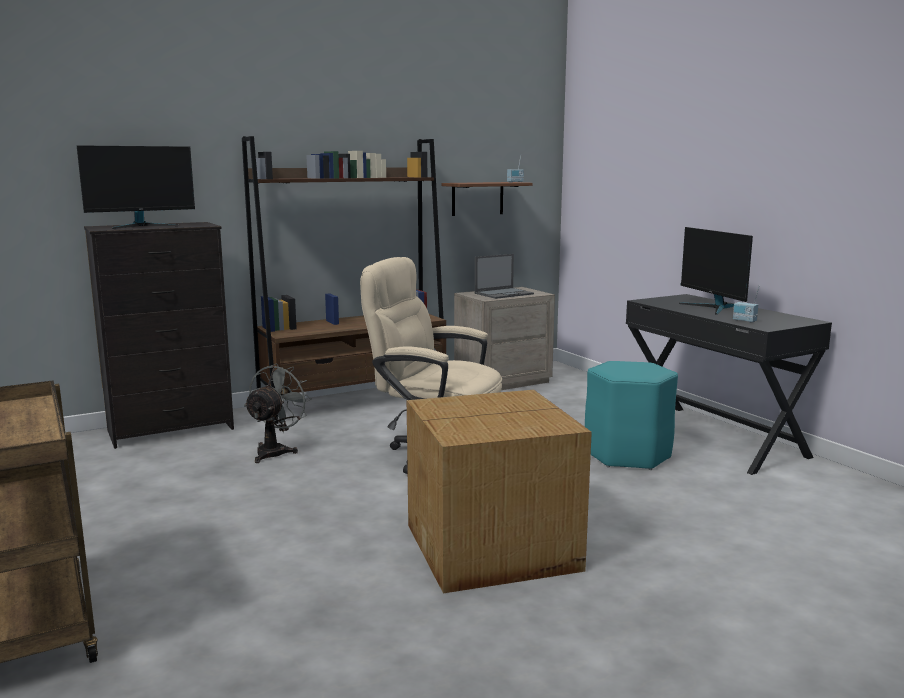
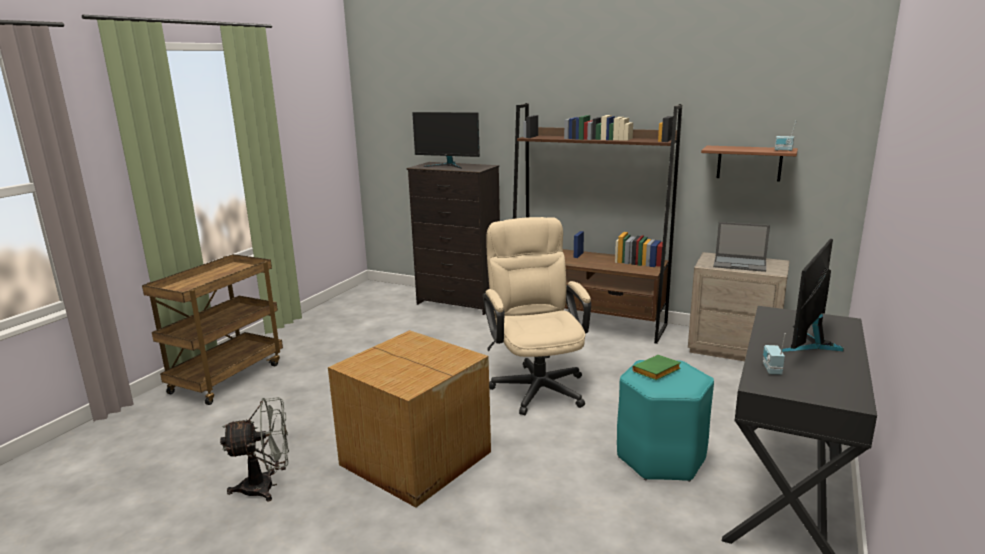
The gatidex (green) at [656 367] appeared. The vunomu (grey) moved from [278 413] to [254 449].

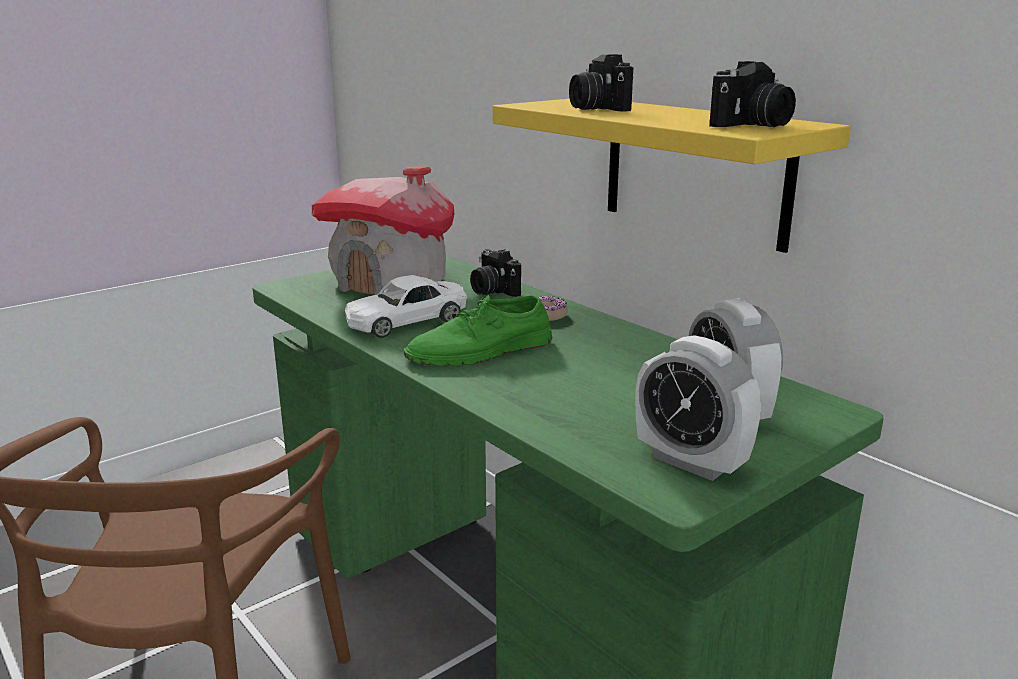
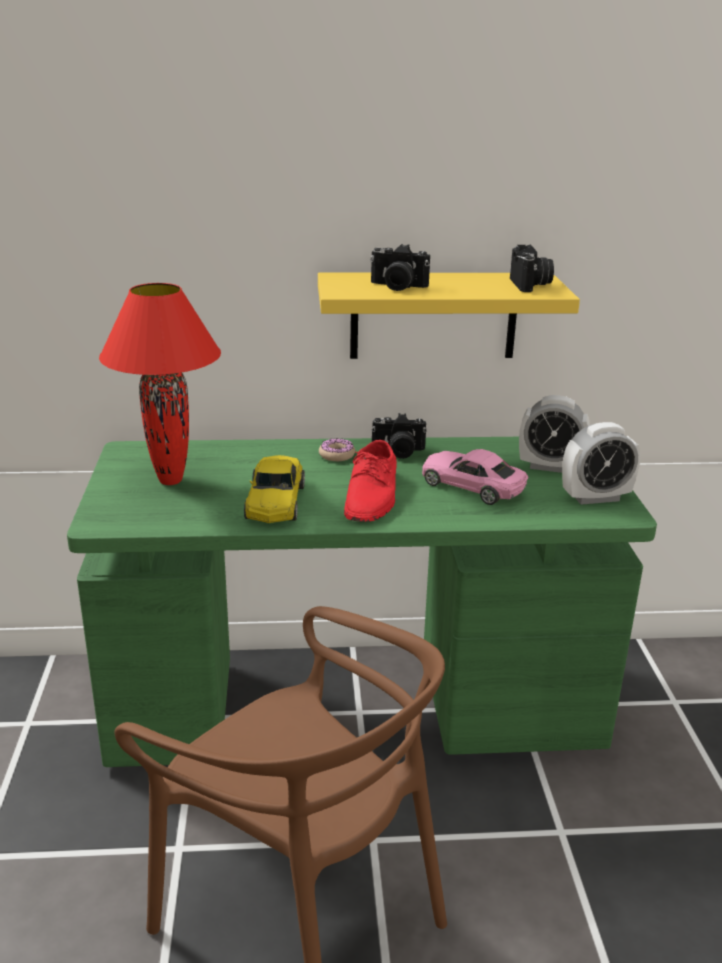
The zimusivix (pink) at [475 477] appeared. The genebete moved from [495 273] to [399 436]. The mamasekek at [383 230] was replaced by the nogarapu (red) at [160 384]. The zimusivix (white) at [406 306] became the zimusivix (yellow) at [274 489]. The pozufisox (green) at [478 330] became the pozufisox (red) at [370 481].

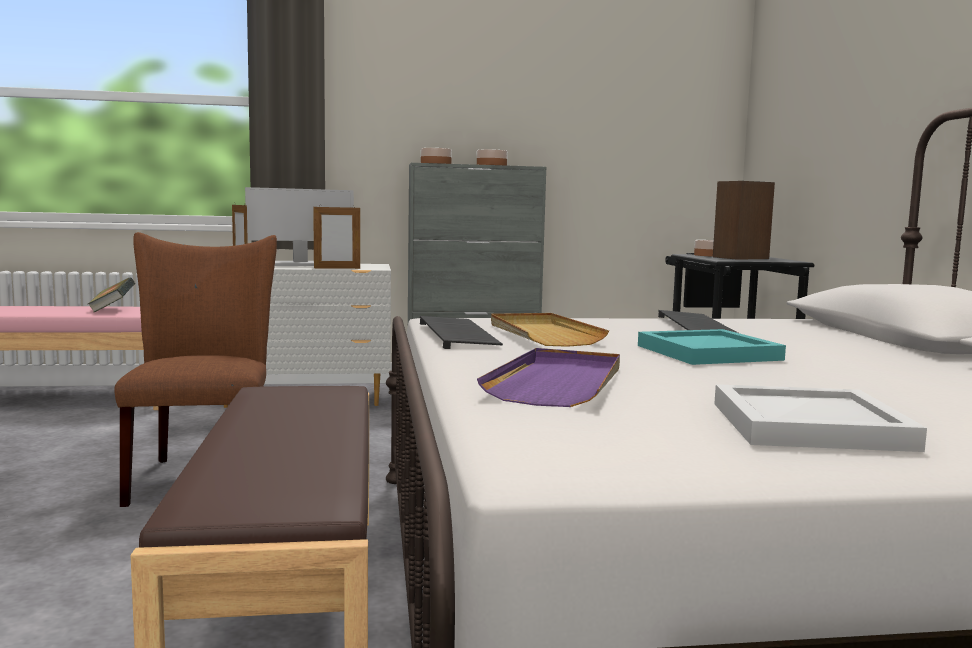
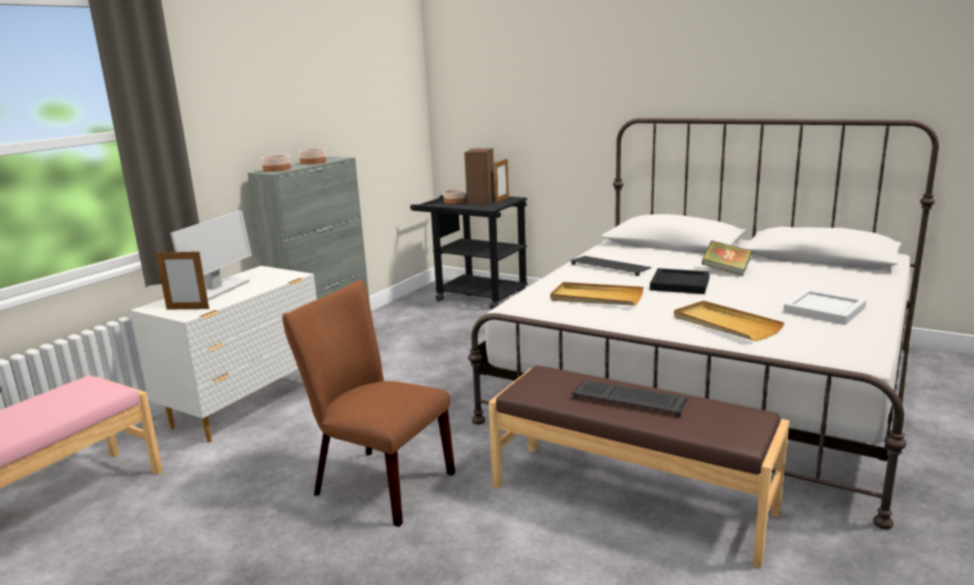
The gatidex moved from [111 295] to [727 258]. The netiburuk moved from [336 237] to [501 180]. The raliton moved from [461 332] to [630 399]. The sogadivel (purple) at [548 377] became the sogadivel (beige) at [729 321]. The sogadivel (turquoise) at [712 347] became the sogadivel (black) at [680 281].

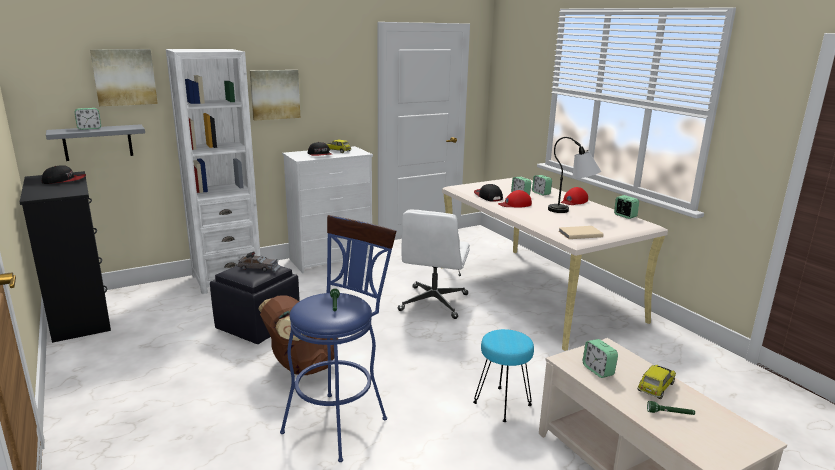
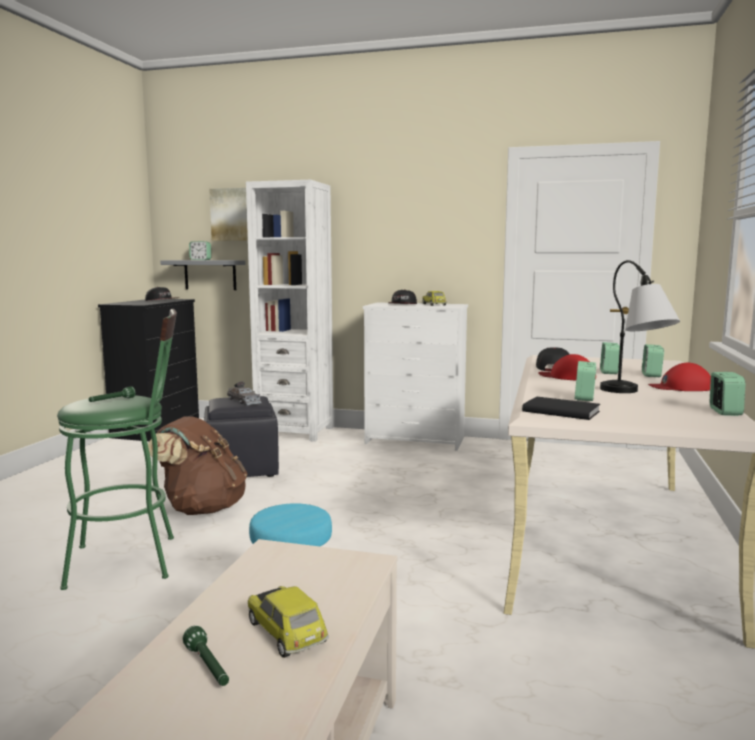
The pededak at [275 95] disappeared. The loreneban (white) at [434 264] disappeared. The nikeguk moved from [600 358] to [585 381]. The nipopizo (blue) at [338 338] became the nipopizo (green) at [117 449]. The gatidex (beige) at [580 232] became the gatidex (black) at [561 408]. The zimusivix at [656 382] turned 120 degrees counterclockwise.

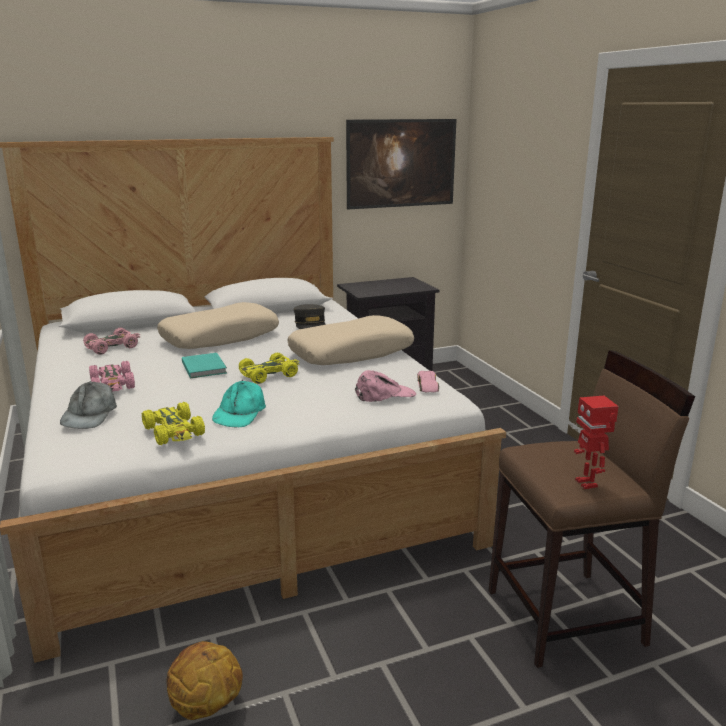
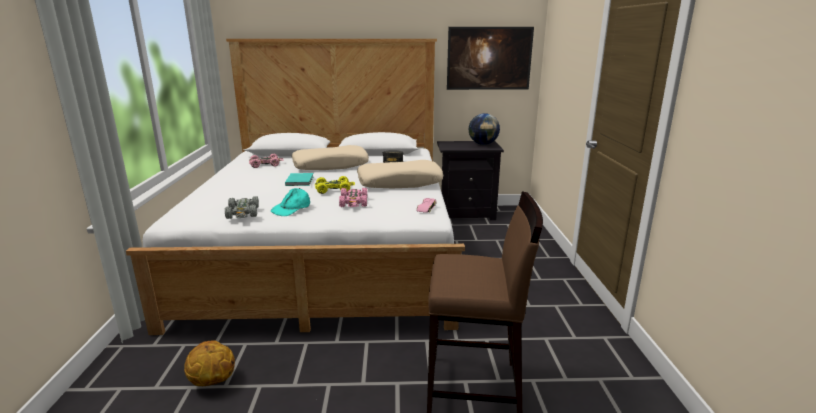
The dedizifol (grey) at [88 405] disappeared. The dedizifol (pink) at [385 386] disappeared. The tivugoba at [596 442] disappeared. The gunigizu at [484 129] appeared. The zimusivix (pink) moved from [112 376] to [353 197]. The zimusivix (yellow) at [173 423] became the zimusivix (grey) at [242 207].

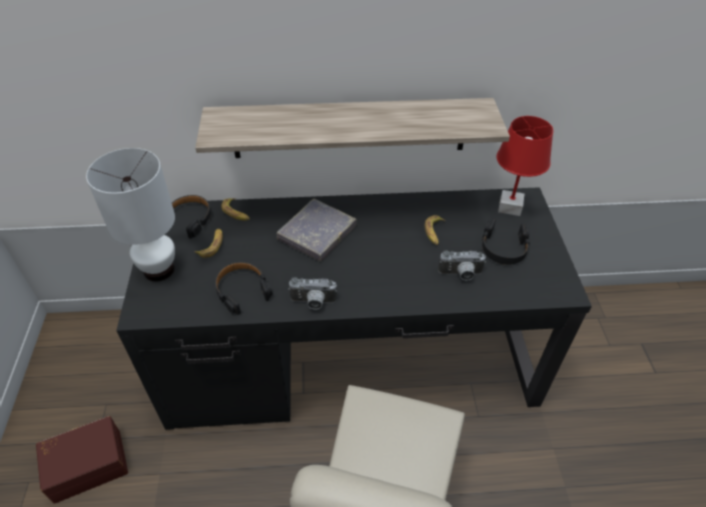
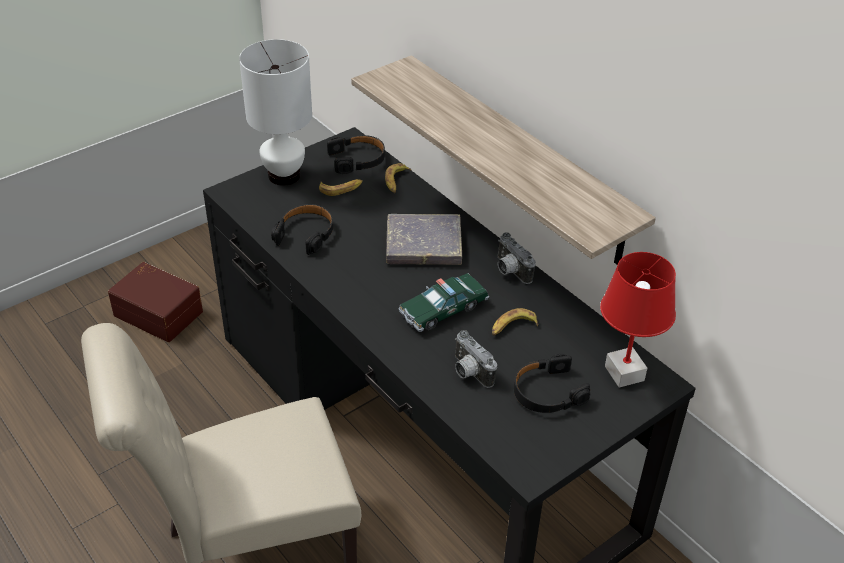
The zimusivix at [444 302] appeared. The genebete moved from [312 293] to [517 258].

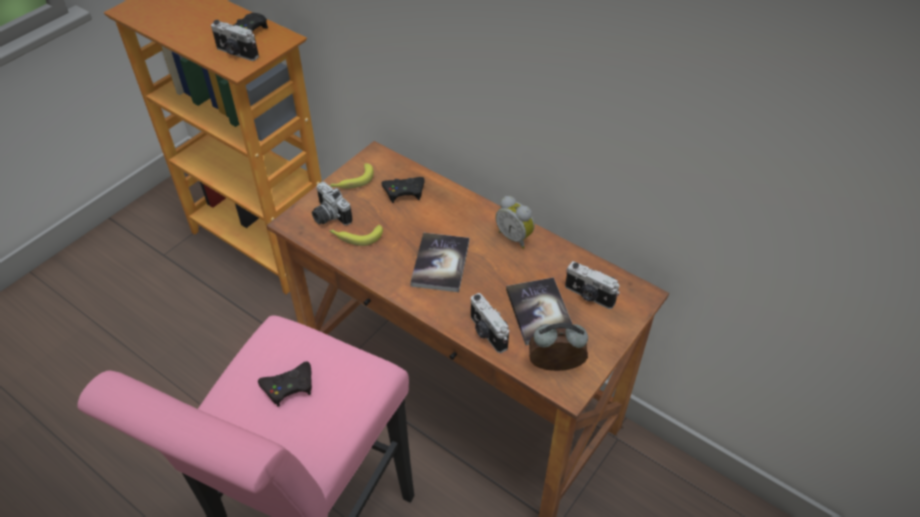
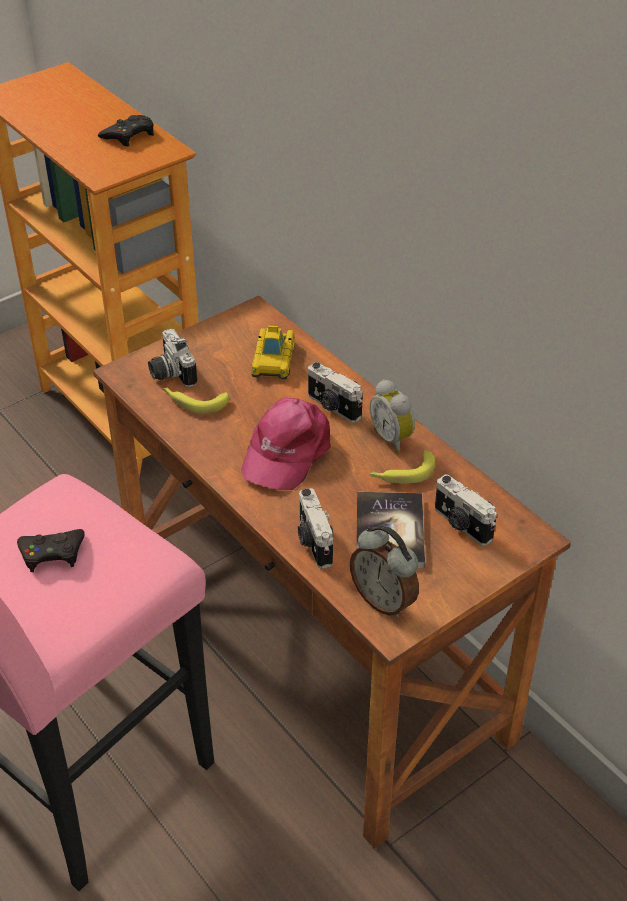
The genebete moved from [235 40] to [335 392]. The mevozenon moved from [352 176] to [402 467]. The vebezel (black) at [403 190] was replaced by the zimusivix at [273 352]. The gatidex at [439 262] was replaced by the dedizifol (pink) at [286 444]. The nikeguk at [558 347] turned 150 degrees counterclockwise.

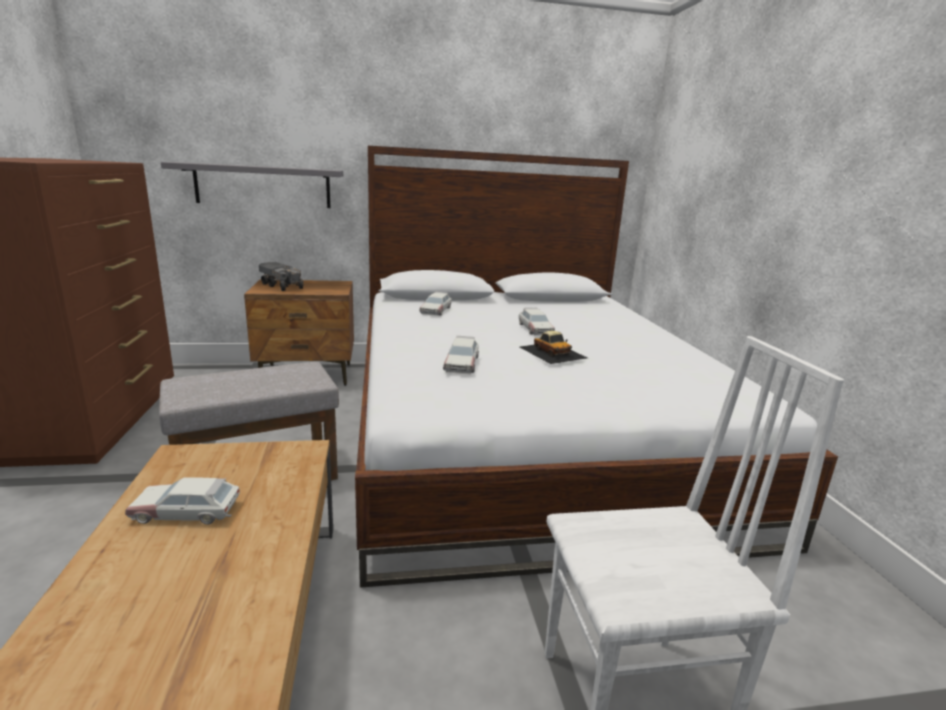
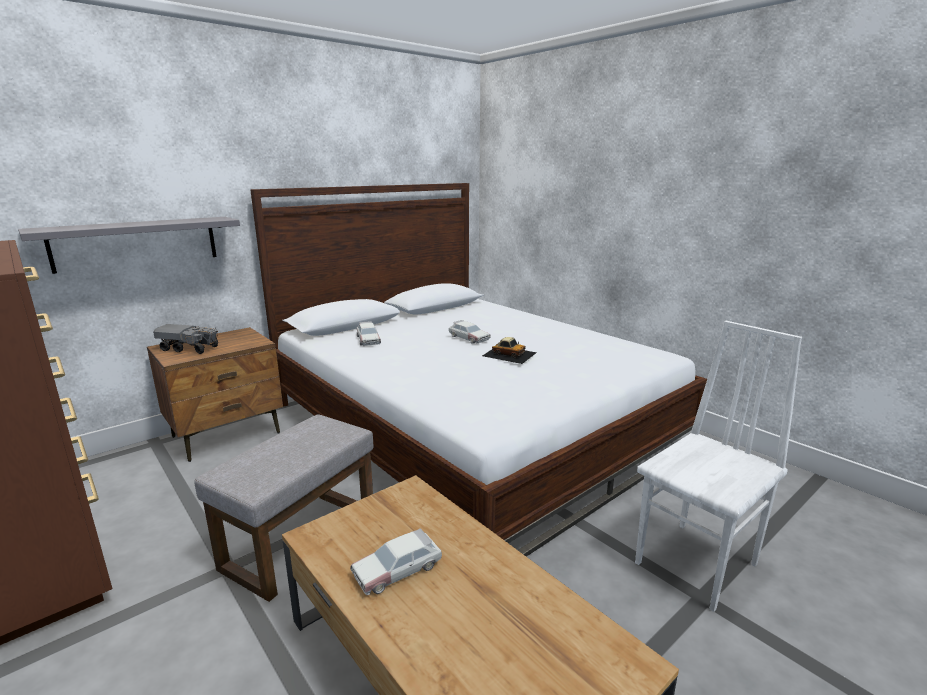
The zimusivix at [461 355] disappeared.

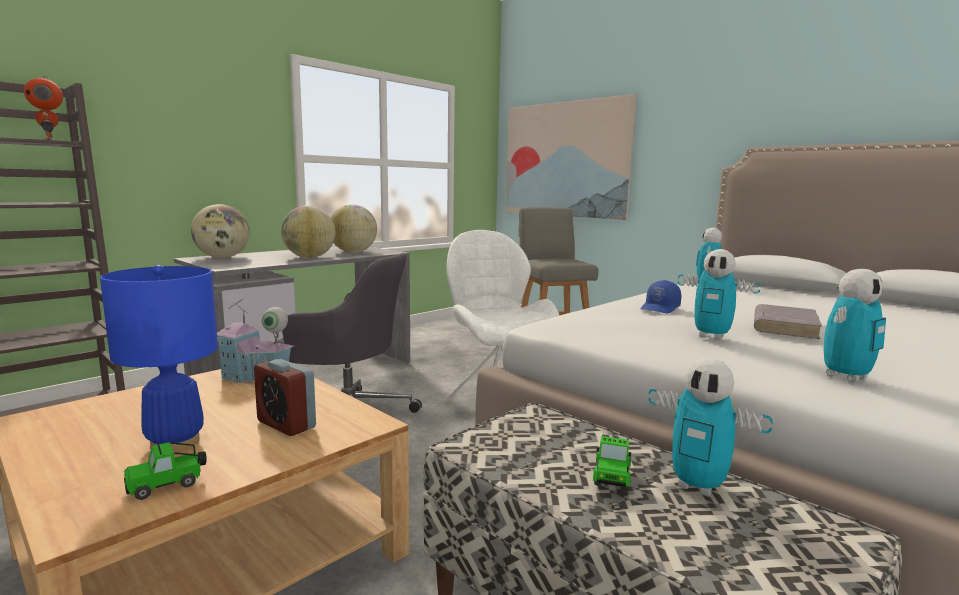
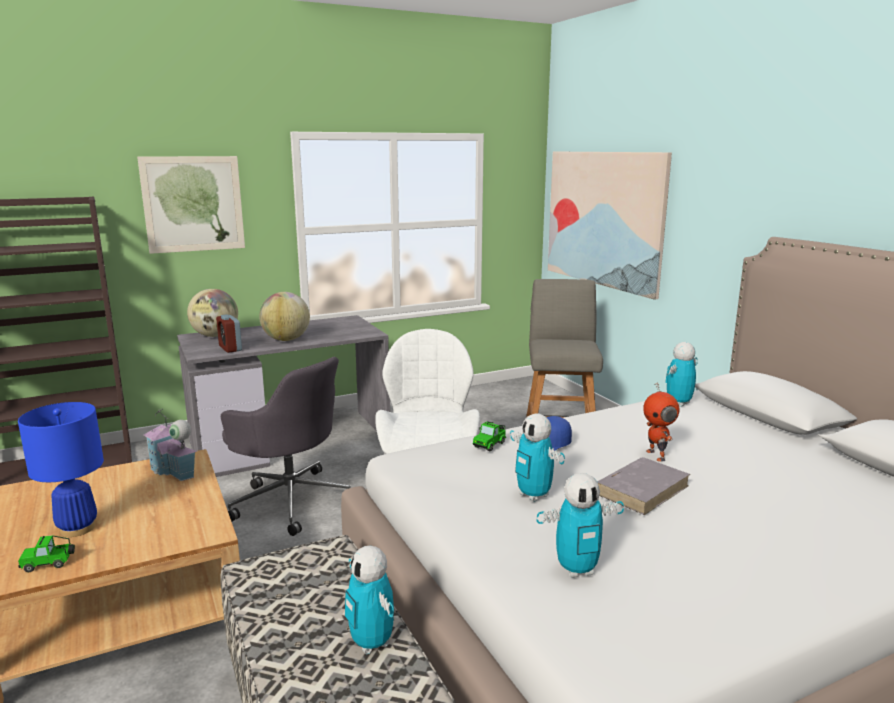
The gunigizu at [354 228] disappeared. The pededak at [191 205] appeared. The tivugoba moved from [43 108] to [661 422]. The nikeguk moved from [285 397] to [229 333]. The zimusivix moved from [612 462] to [489 436].

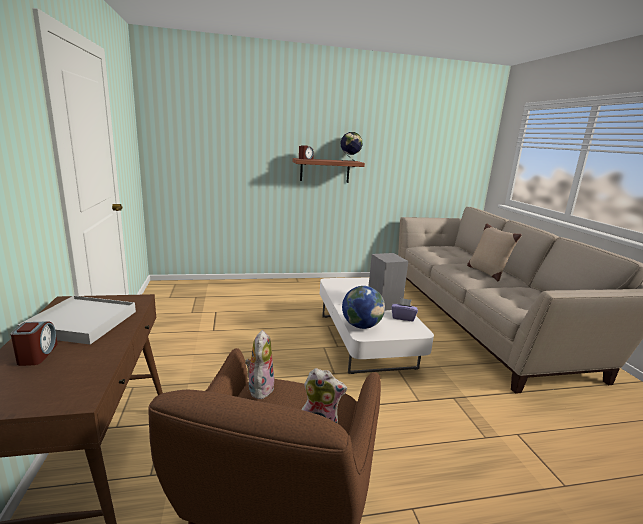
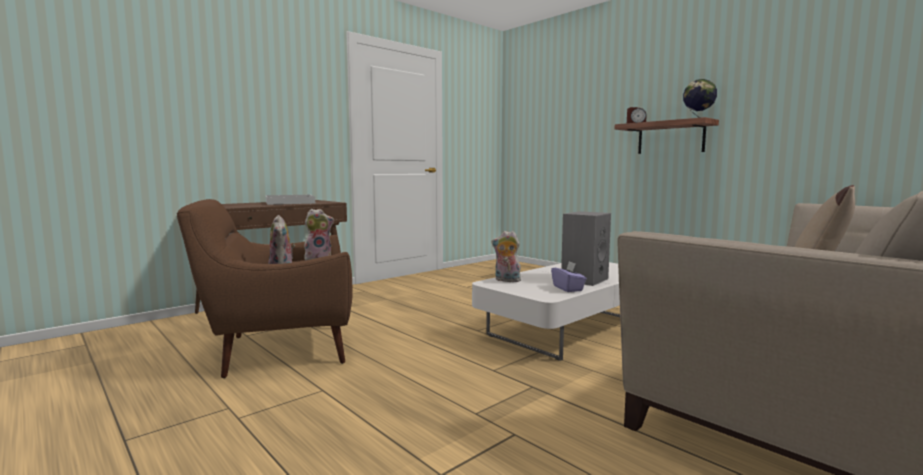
The nikeguk at [34 343] disappeared. The gunigizu at [363 307] was replaced by the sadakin at [506 256].

